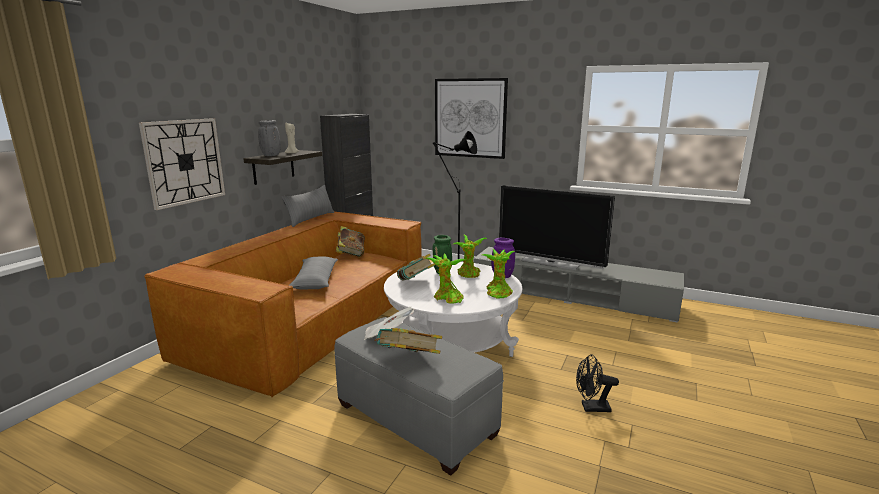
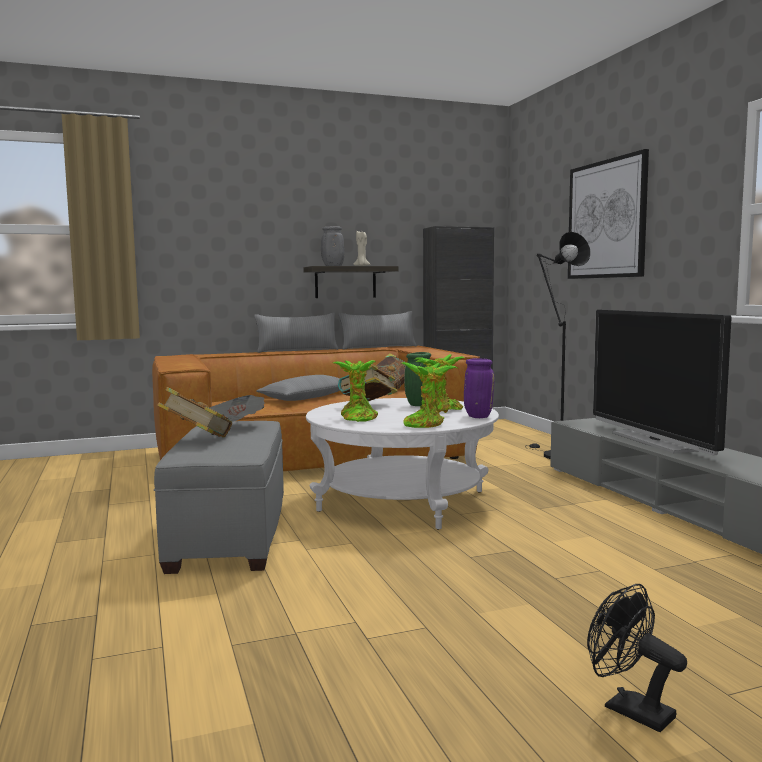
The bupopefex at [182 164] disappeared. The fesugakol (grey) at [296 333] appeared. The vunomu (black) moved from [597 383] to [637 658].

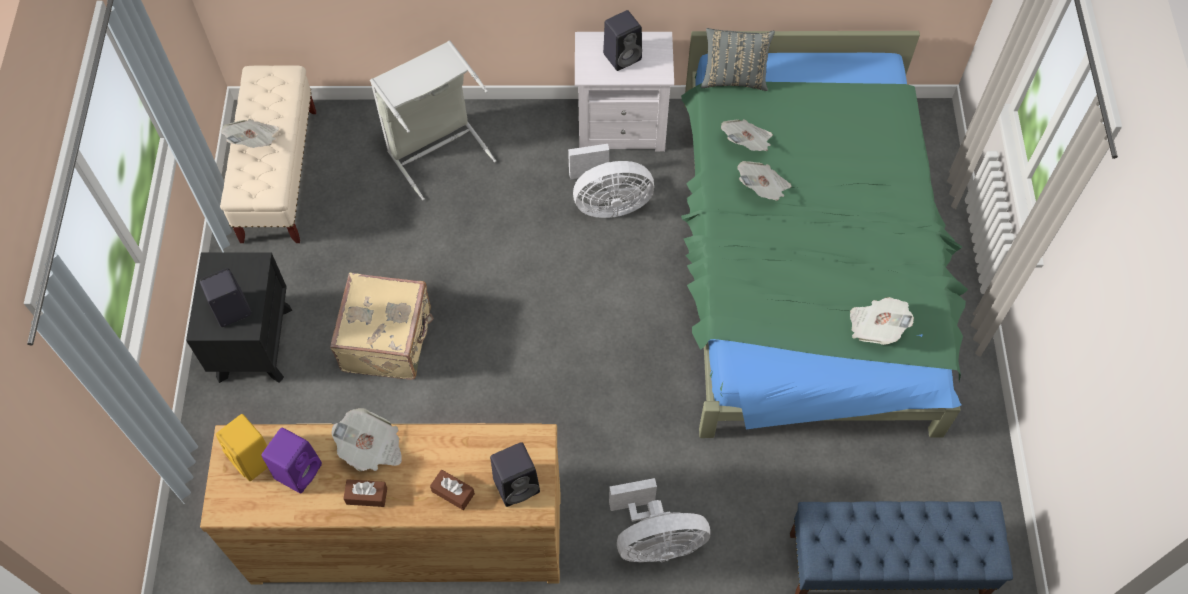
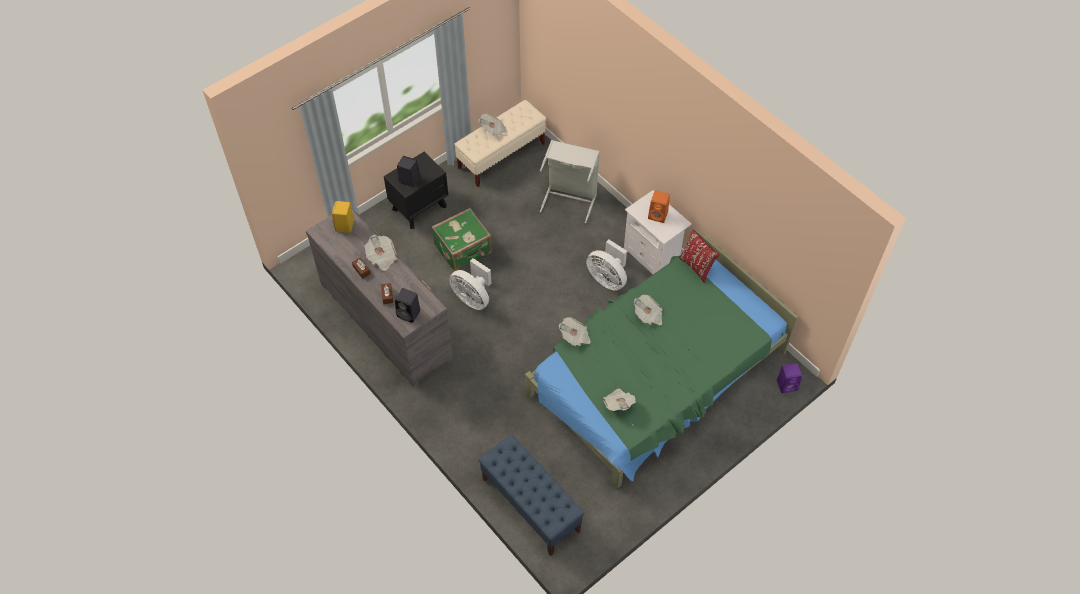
The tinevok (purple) moved from [291 460] to [789 378]. The vunomu (white) moved from [659 520] to [470 284]. The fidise moved from [747 135] to [575 331]. The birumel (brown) at [380 504] became the birumel (grey) at [379 297]. The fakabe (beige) at [382 326] became the fakabe (green) at [462 239]. The tinevok (black) at [622 40] became the tinevok (orange) at [659 207]. The fesugakol (grey) at [738 59] became the fesugakol (red) at [699 256].

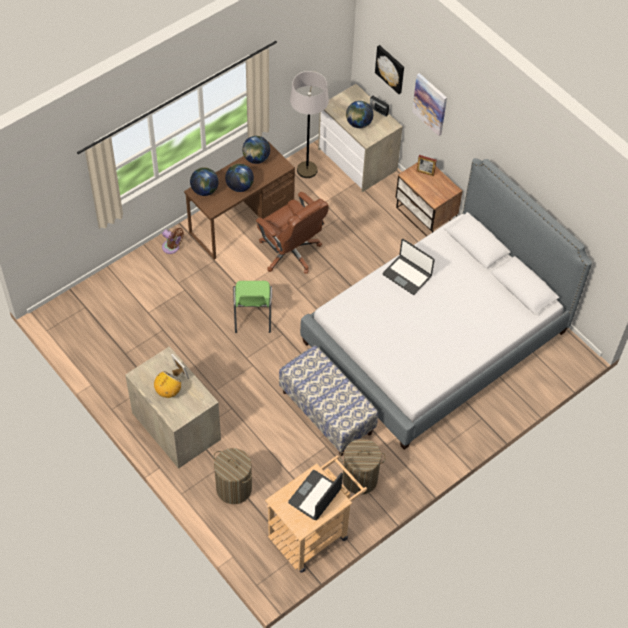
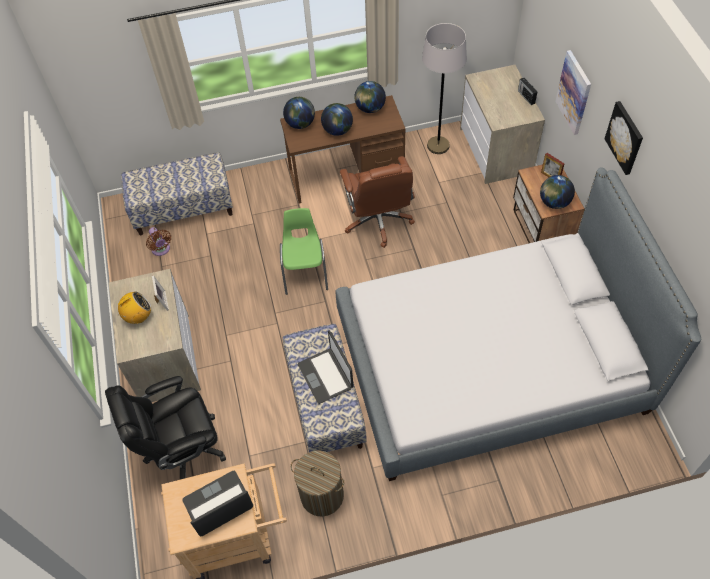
The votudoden at [177 193] appeared. The vunomu (brown) moved from [173 241] to [158 241]. The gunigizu moved from [359 114] to [557 192]. The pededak moved from [389 69] to [623 138]. The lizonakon moved from [409 267] to [326 367]. The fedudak at [232 476] was replaced by the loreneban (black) at [165 428]. The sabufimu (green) at [252 307] turned 150 degrees clockwise.

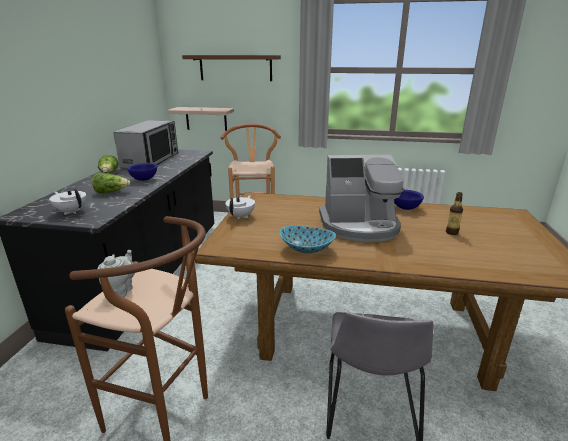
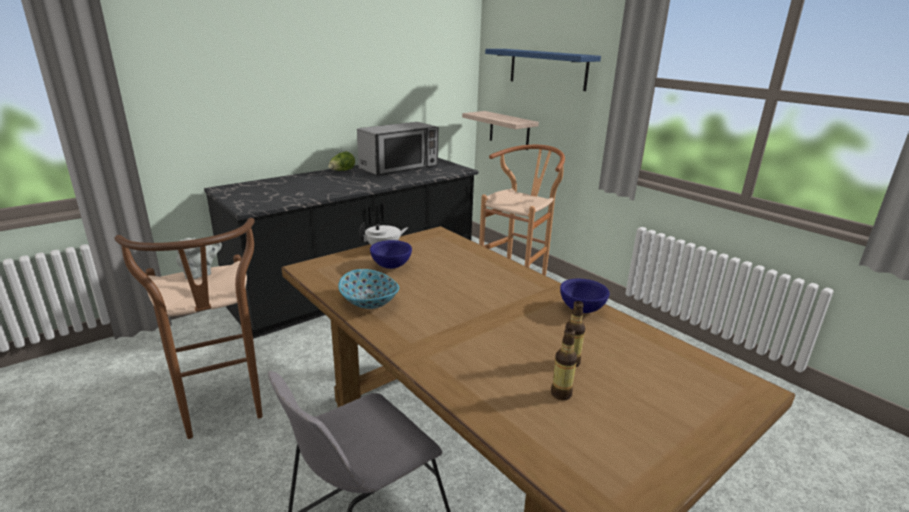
The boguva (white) at [67 201] disappeared. The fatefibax at [111 183] disappeared. The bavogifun at [362 198] disappeared. The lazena at [564 364] appeared. The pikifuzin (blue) moved from [142 172] to [391 254]. The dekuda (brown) at [231 68] became the dekuda (blue) at [543 70].

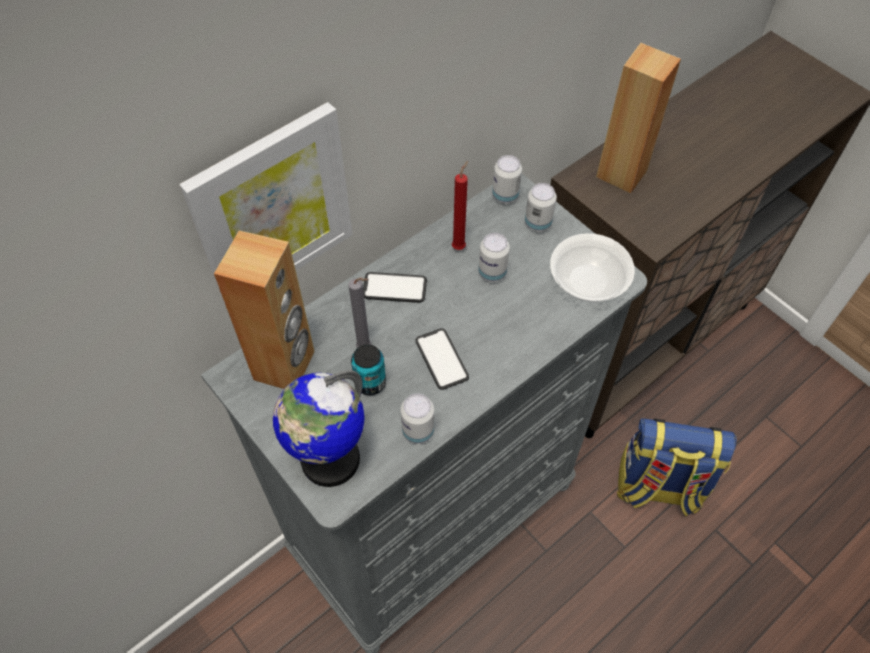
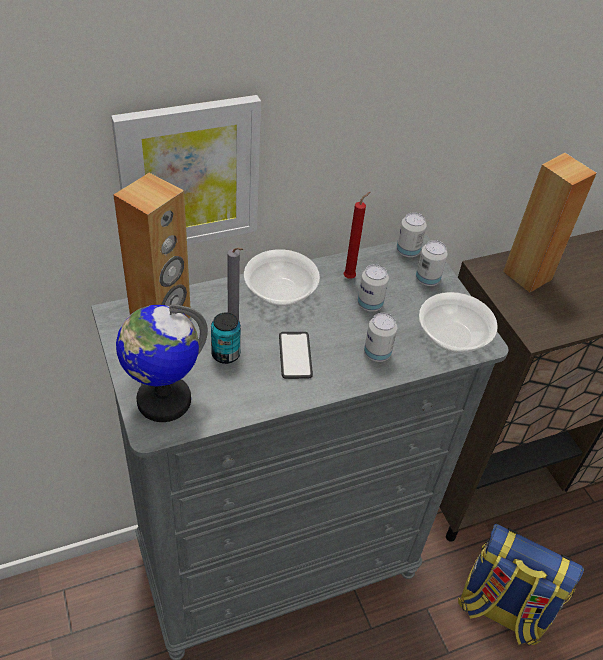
The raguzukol moved from [417 418] to [380 337]. The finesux at [395 287] was replaced by the pikifuzin at [282 277].

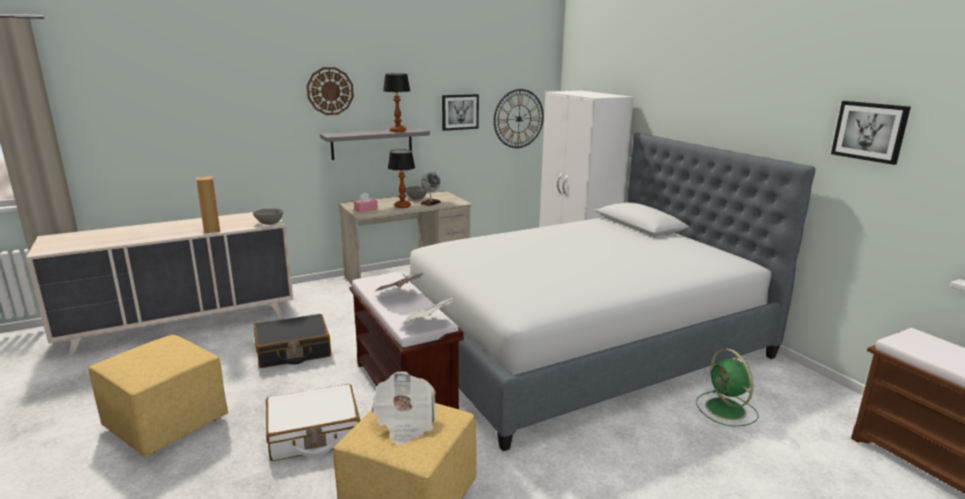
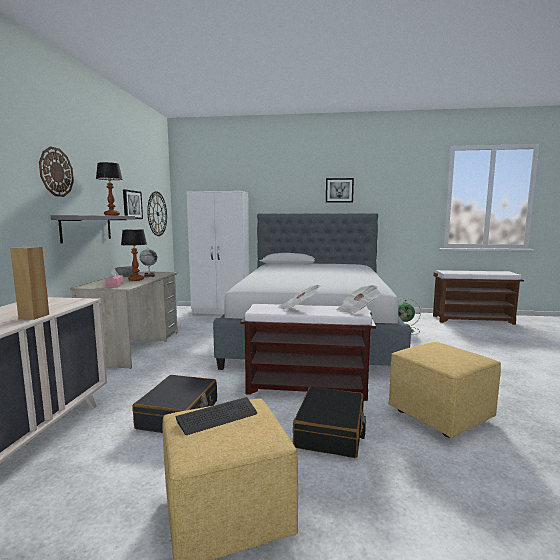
The pikifuzin (grey) at [268 216] disappeared. The fidise at [403 408] disappeared. The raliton at [216 416] appeared. The pededak moved from [871 133] to [340 190]. The fakabe (white) at [313 422] became the fakabe (black) at [329 422].

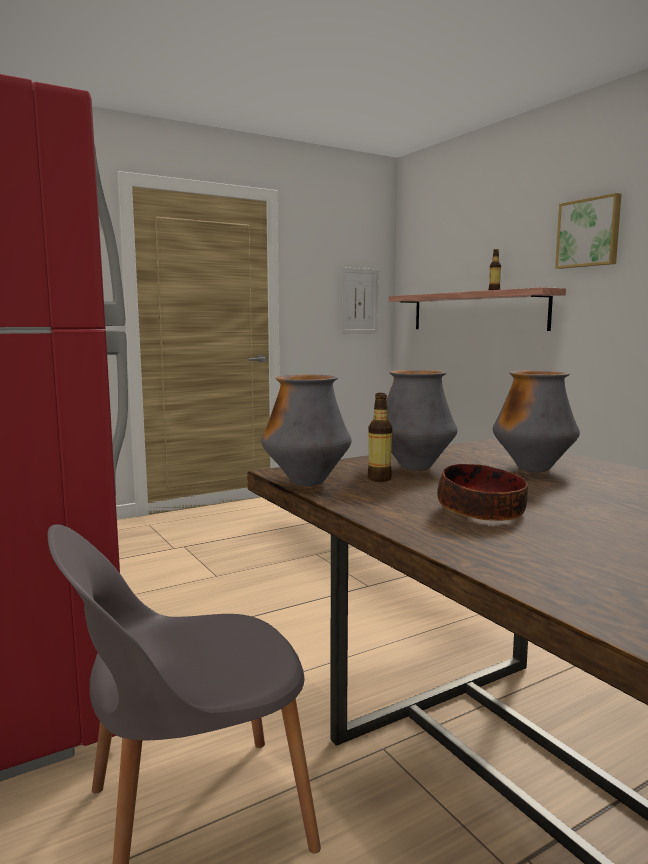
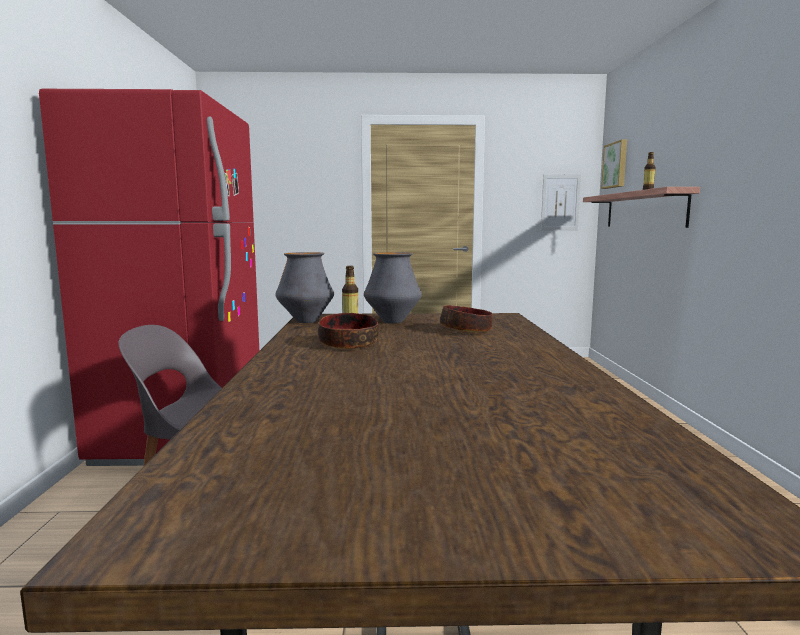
The pededak moved from [588 231] to [614 164]. The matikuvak at [536 421] was replaced by the pikifuzin at [466 319].

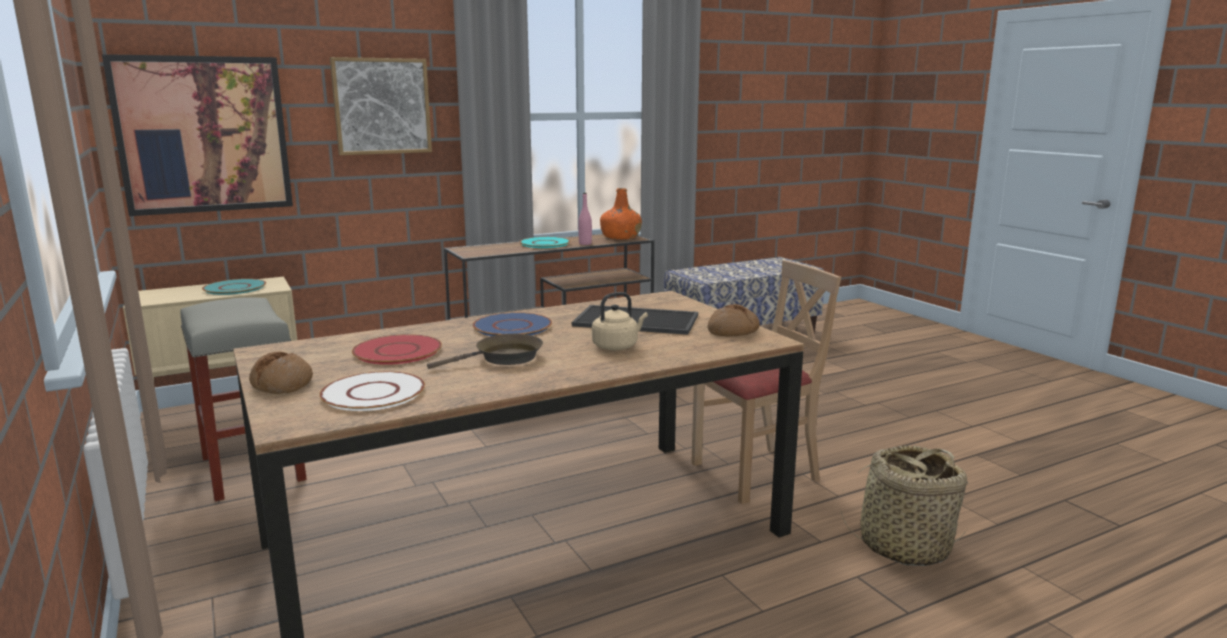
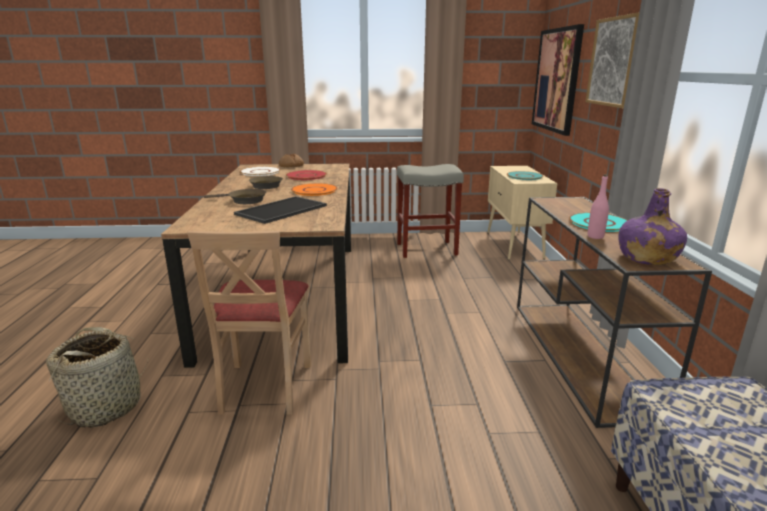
The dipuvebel at [733 320] disappeared. The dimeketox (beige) at [620 321] was replaced by the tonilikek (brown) at [235 196]. The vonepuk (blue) at [512 324] became the vonepuk (orange) at [314 189]. The lazena (orange) at [621 214] became the lazena (purple) at [652 226].

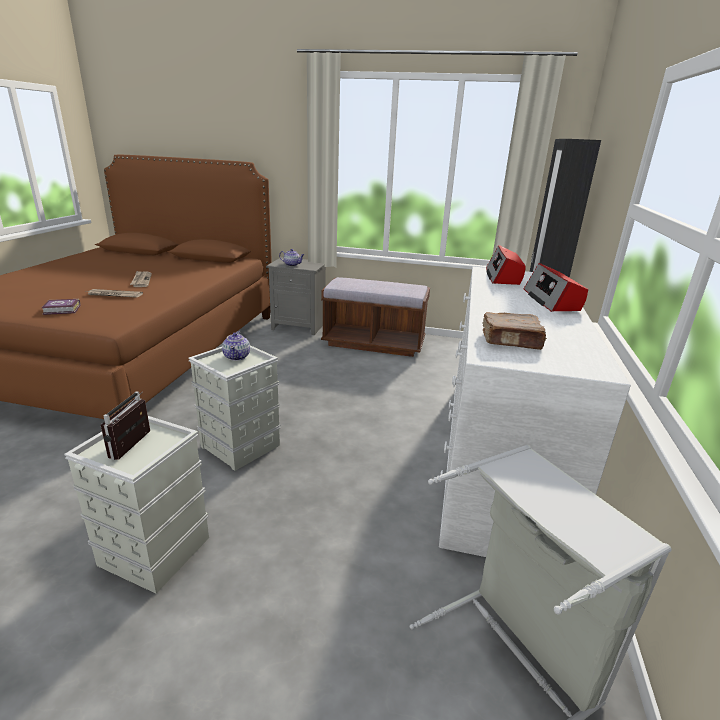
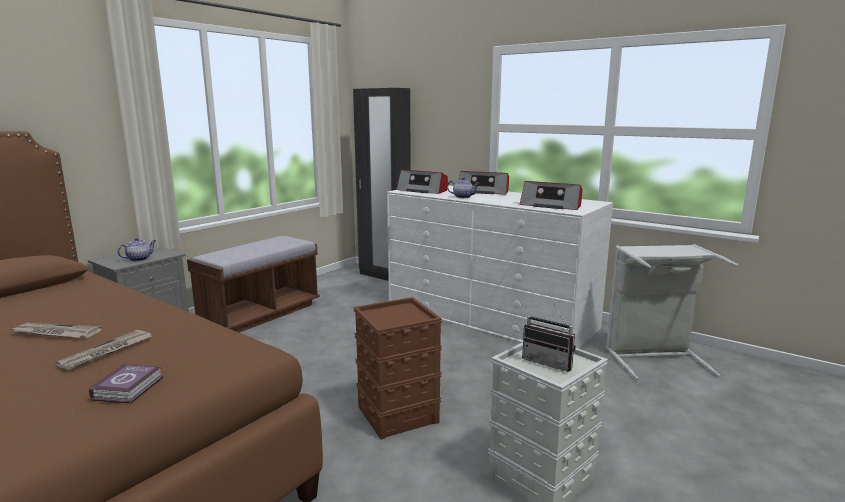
The boguva moved from [236 346] to [463 187]. The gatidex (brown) at [514 331] was replaced by the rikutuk at [551 195]. The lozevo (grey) at [235 408] became the lozevo (brown) at [398 368].

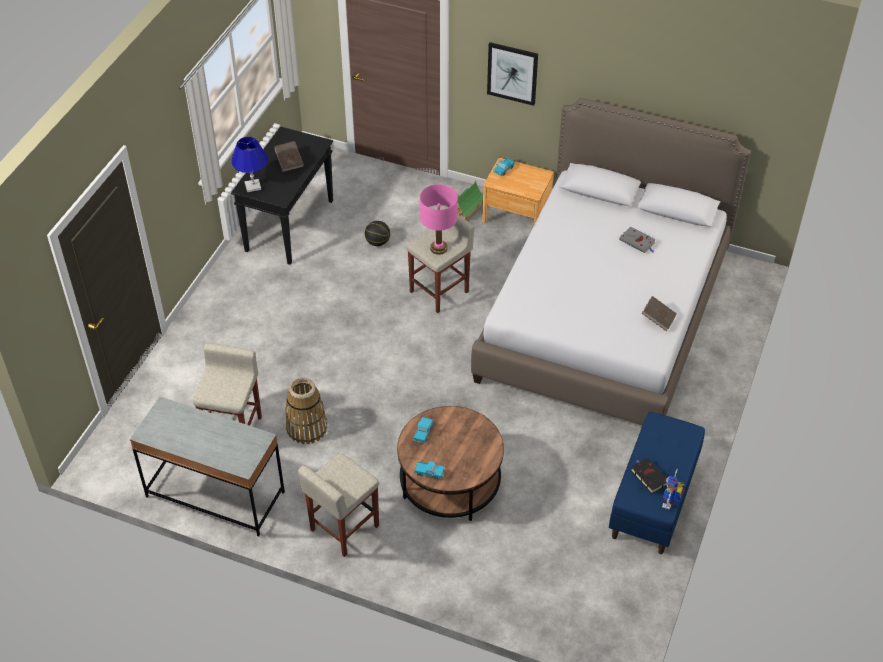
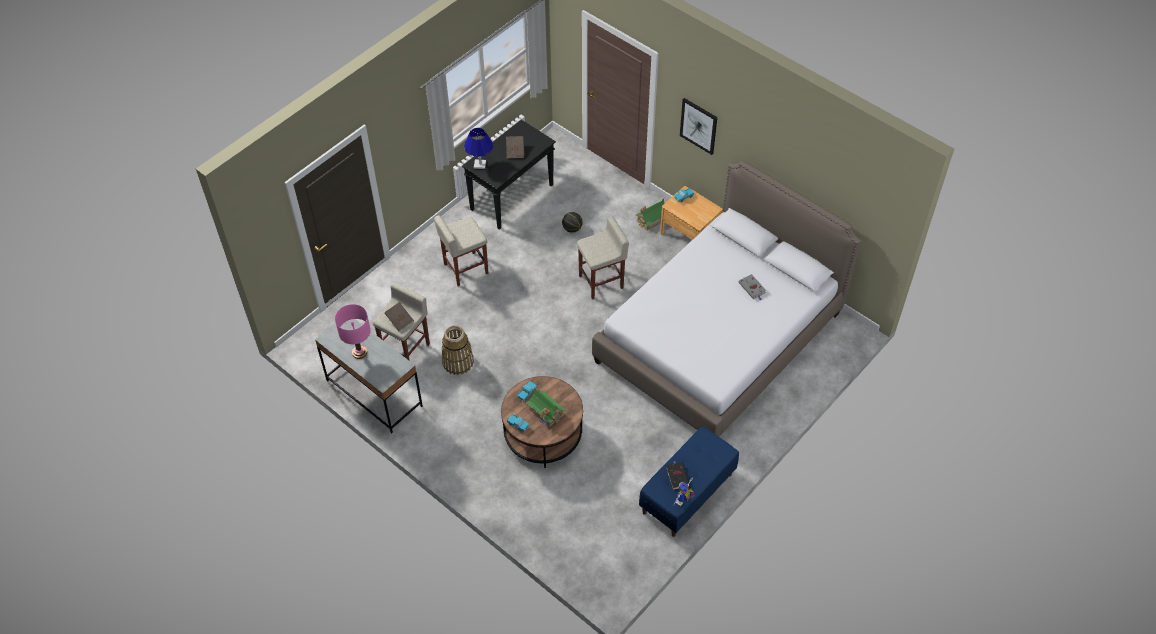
The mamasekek at [546 407] appeared. The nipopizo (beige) moved from [338 505] to [461 250]. The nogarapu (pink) moved from [439 219] to [353 331]. The gatidex (brown) moved from [659 313] to [399 316].

